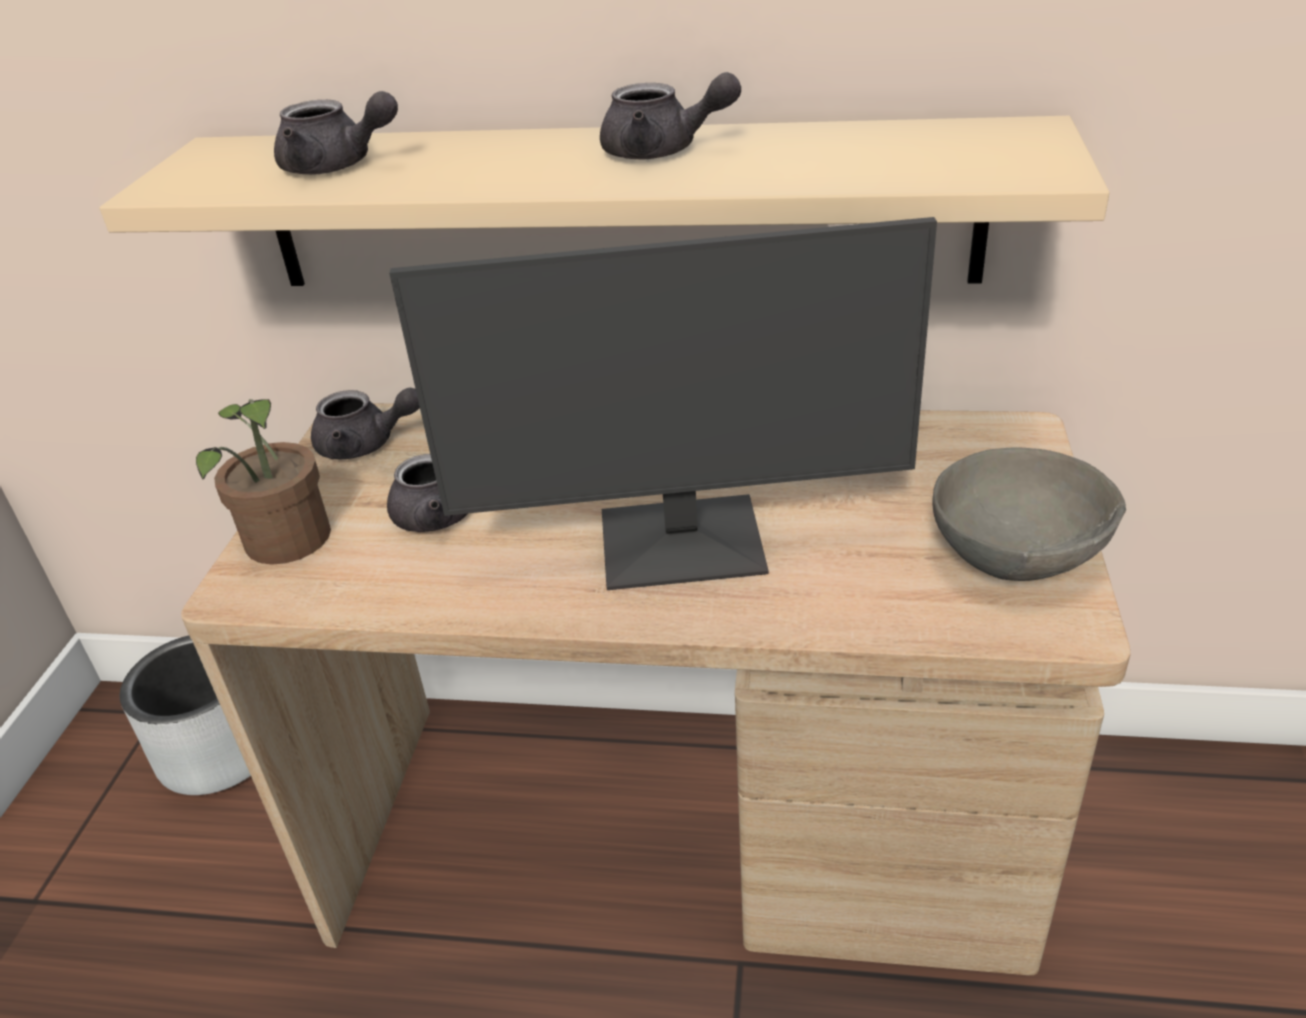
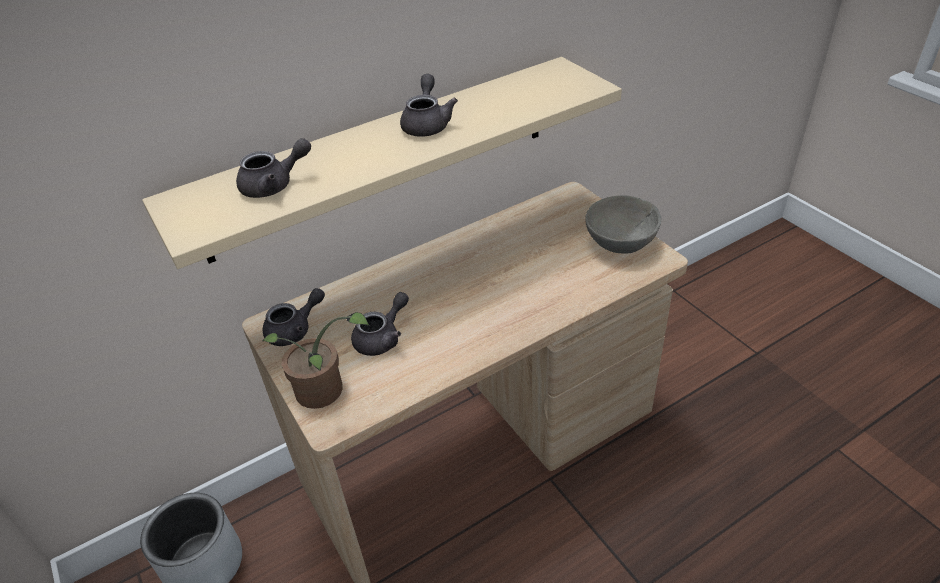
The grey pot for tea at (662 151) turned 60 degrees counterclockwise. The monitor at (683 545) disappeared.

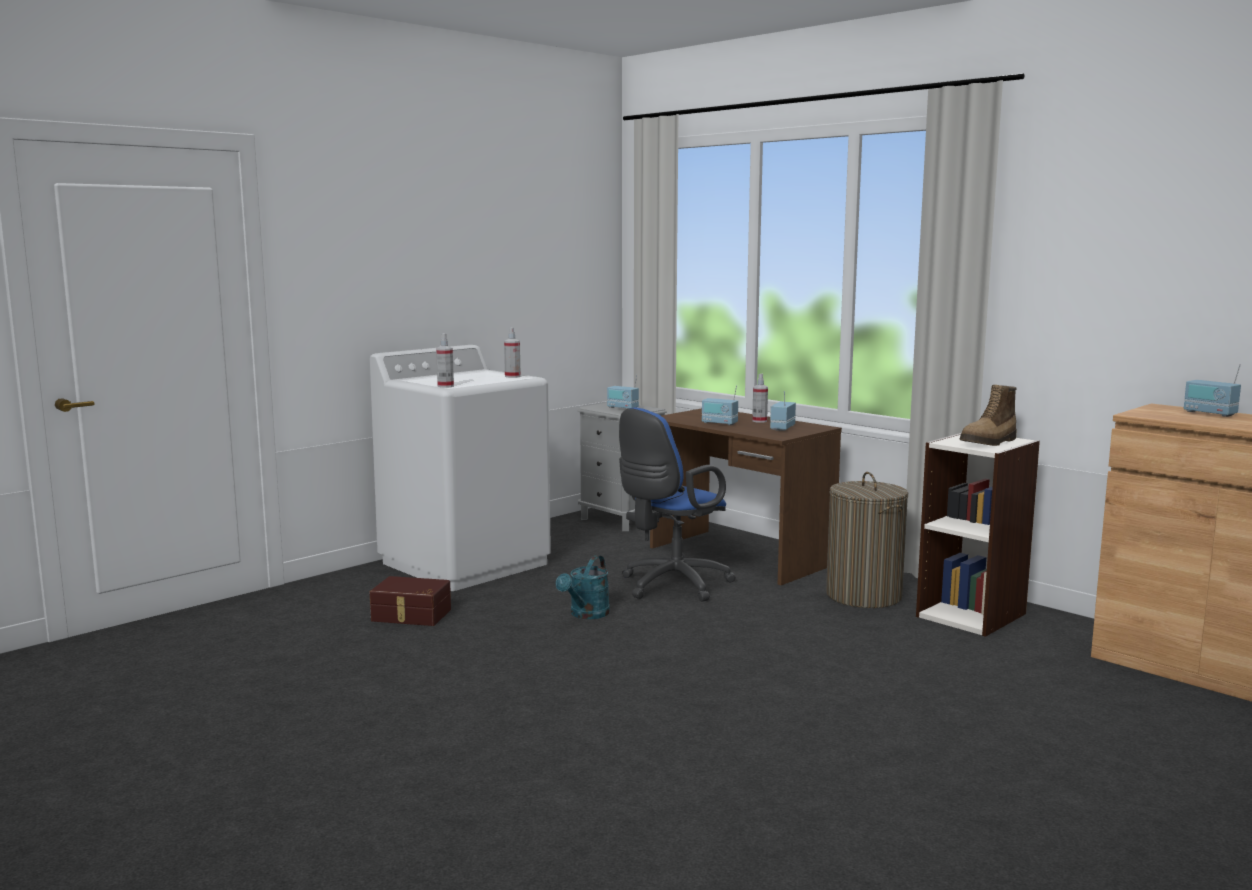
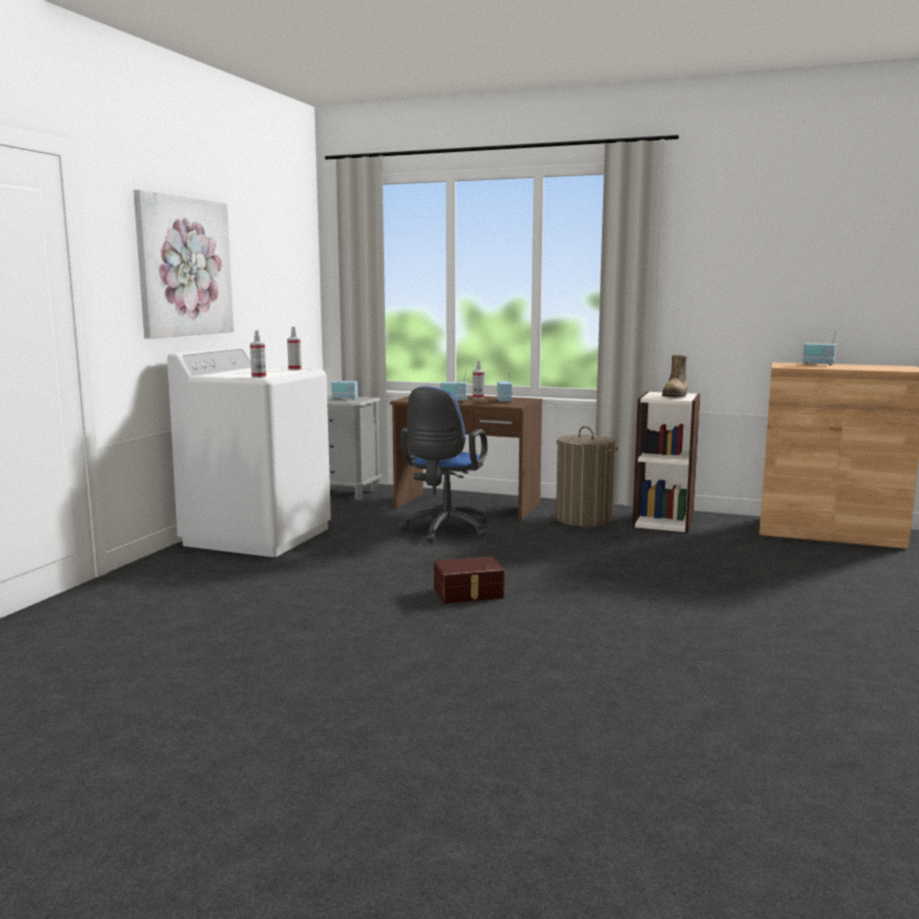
The blue-green watering pot at (586 615) disappeared. The brown-coloured storage box moved from (411 615) to (469 593). The wall art at (184 267) appeared.

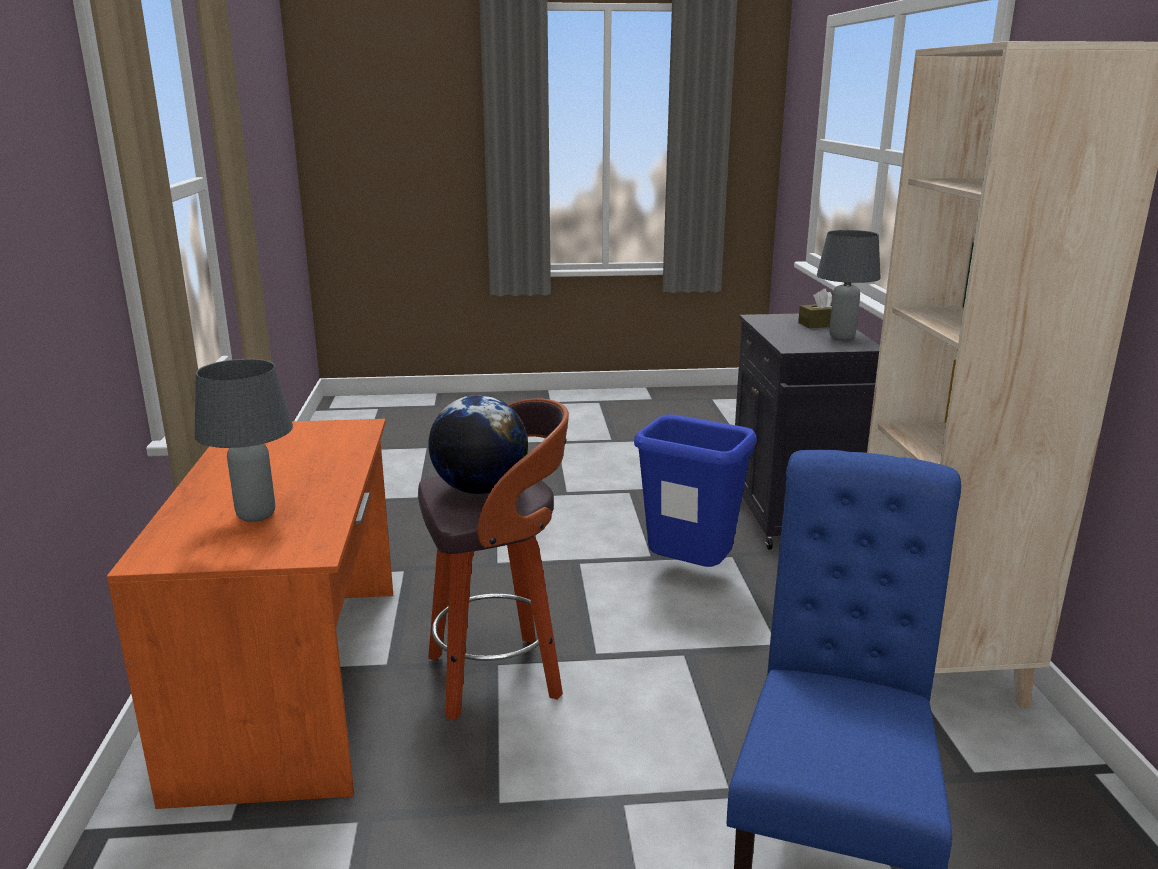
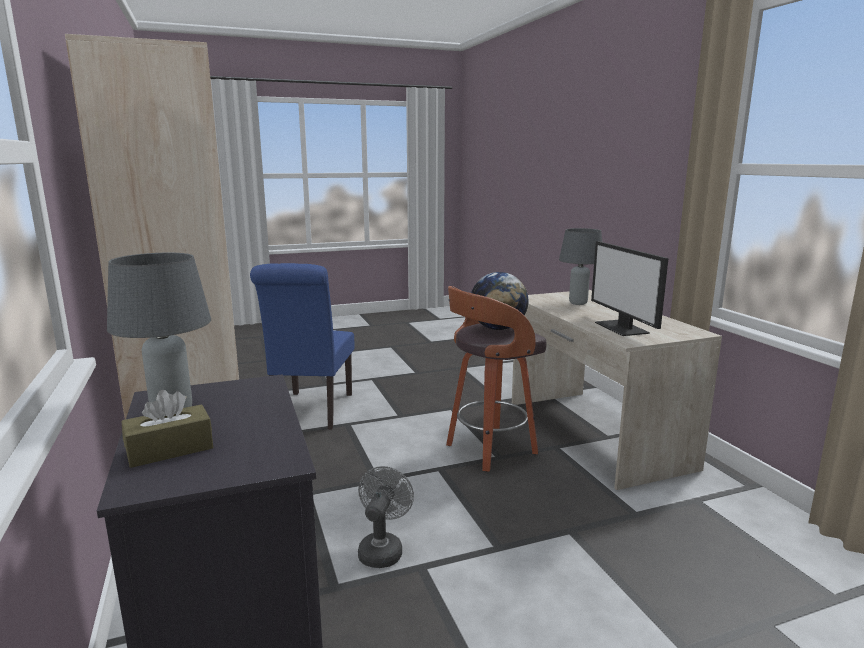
The bluish waste bin at (689 574) was replaced by the grey electric fan at (382 549). The orange-coloured desk at (298 682) became the beige-coloured desk at (594 434). The monitor at (622 328) appeared.

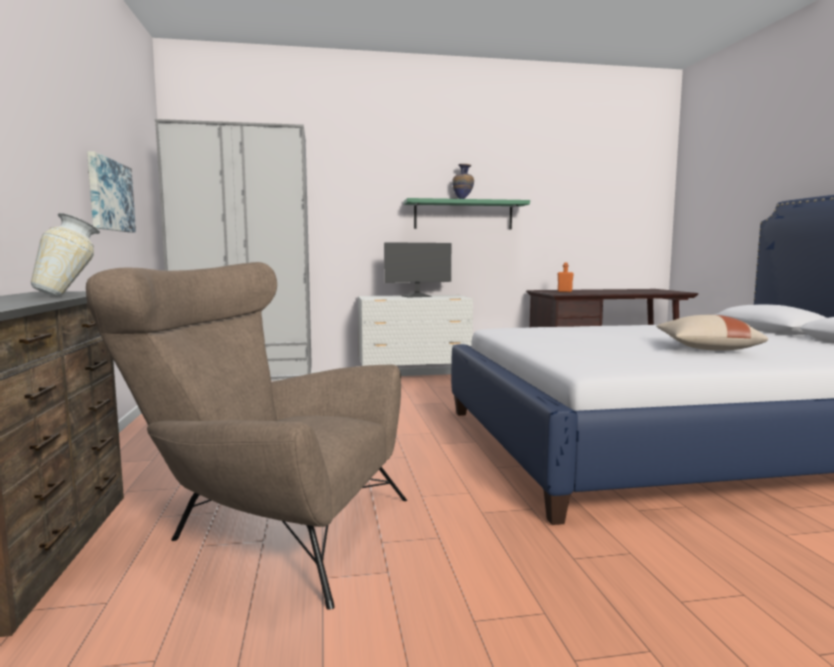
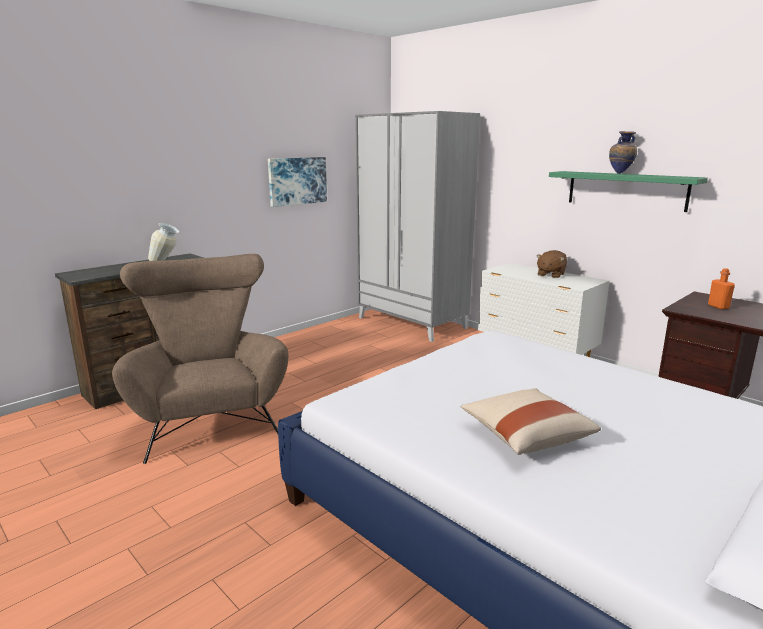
The monitor at (417 296) was replaced by the brown-coloured plush toy at (550 275).

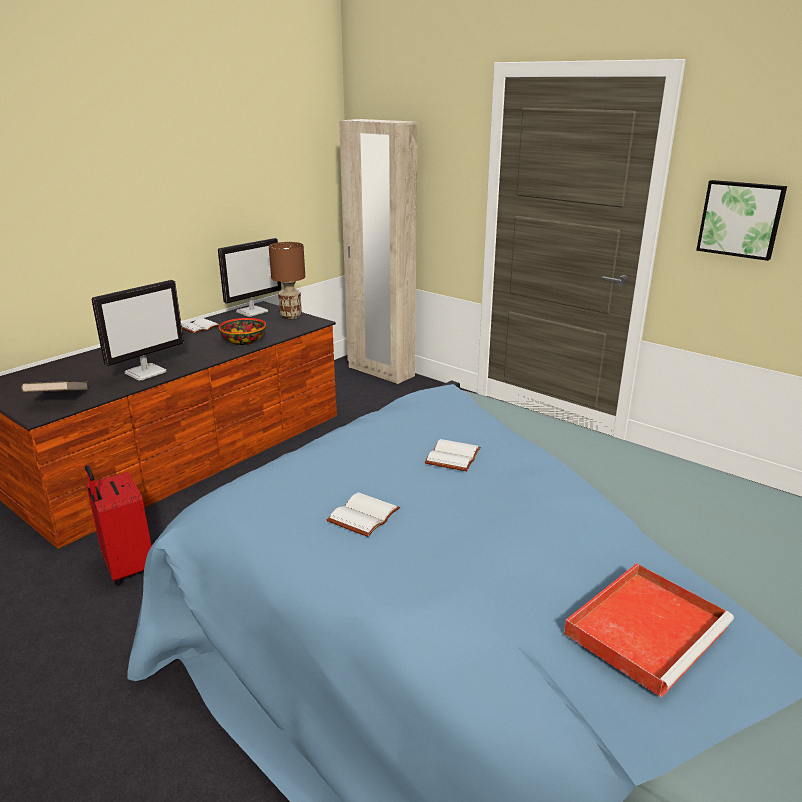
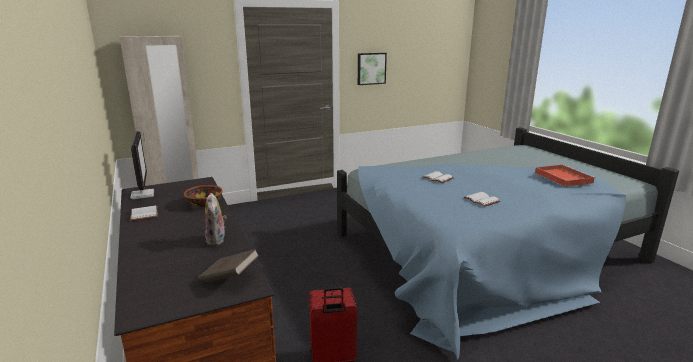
The brown-coloured lamp for a table at (291 316) disappeared. The monitor at (146 372) was replaced by the plush toy at (217 240).

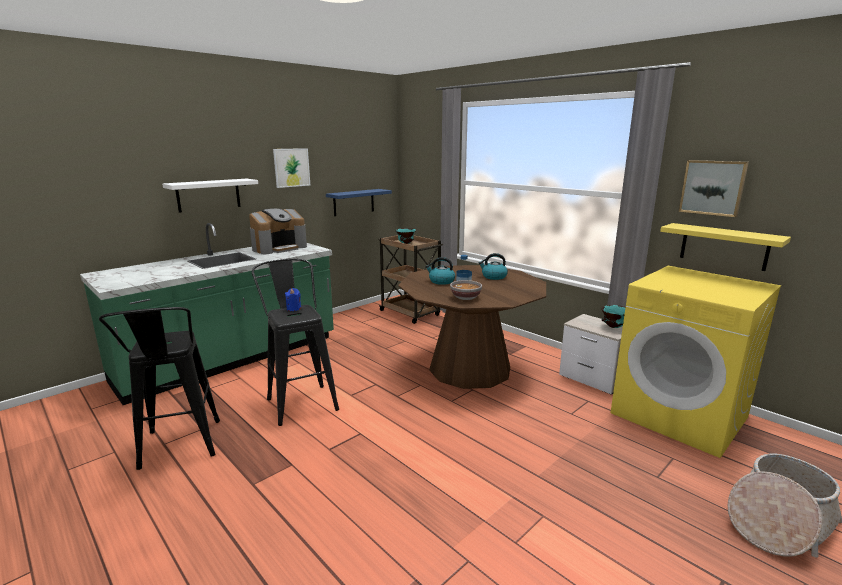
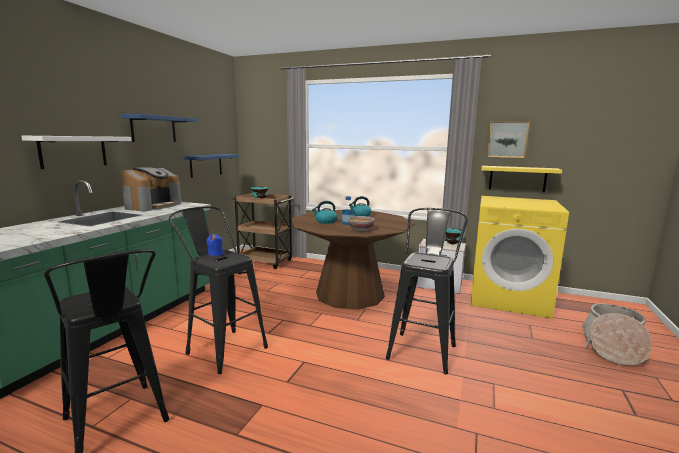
The wall art at (291 167) was replaced by the bluish shelf at (153 129). The blackish sitting stool at (423 348) appeared.

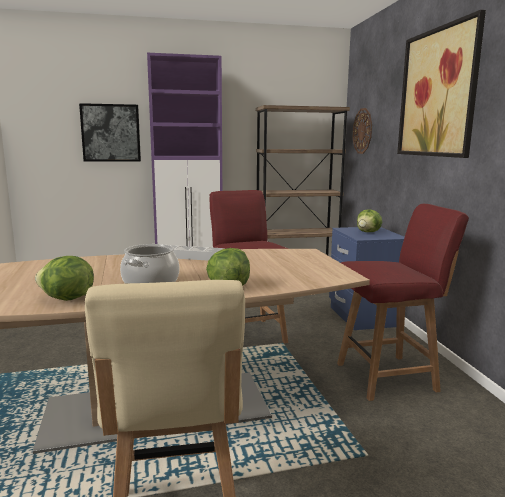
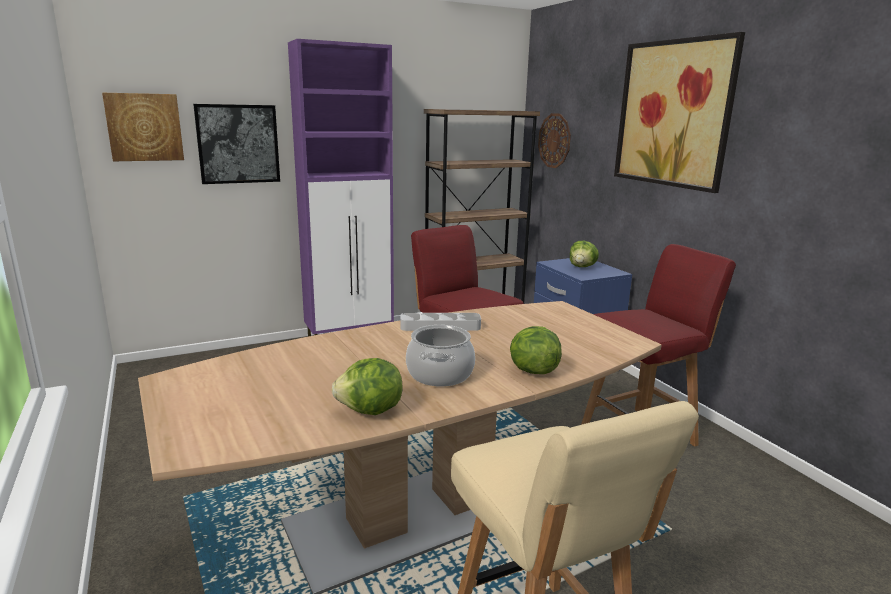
The wall art at (144 127) appeared.

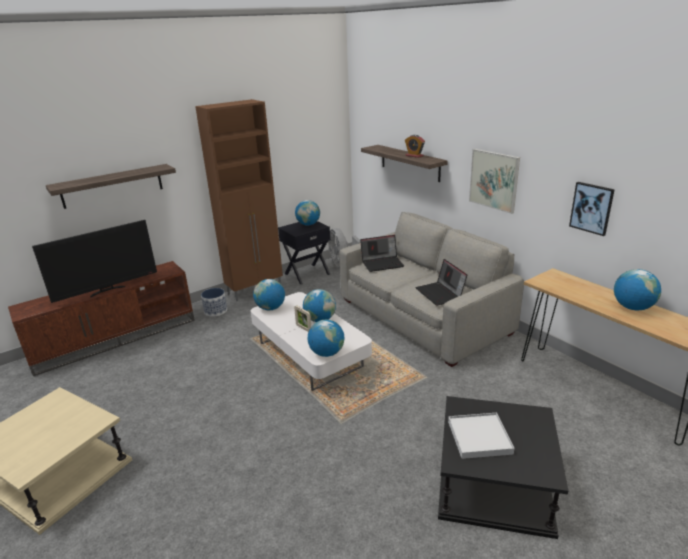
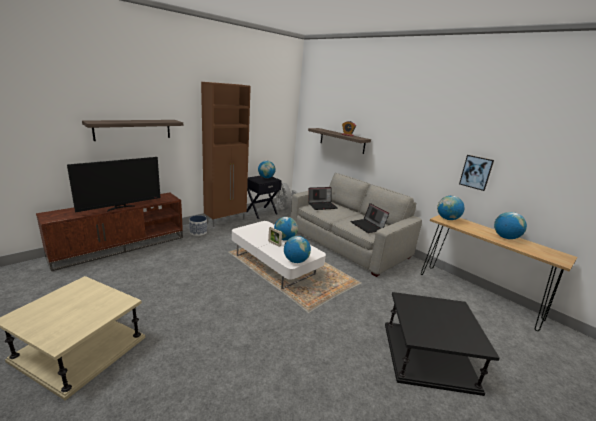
The wall art at (494 180) disappeared. The desk globe moved from (270 308) to (447 219). The white-coloured tray at (479 437) disappeared.

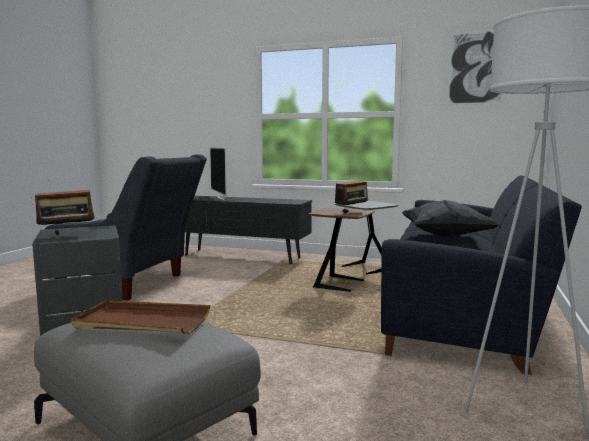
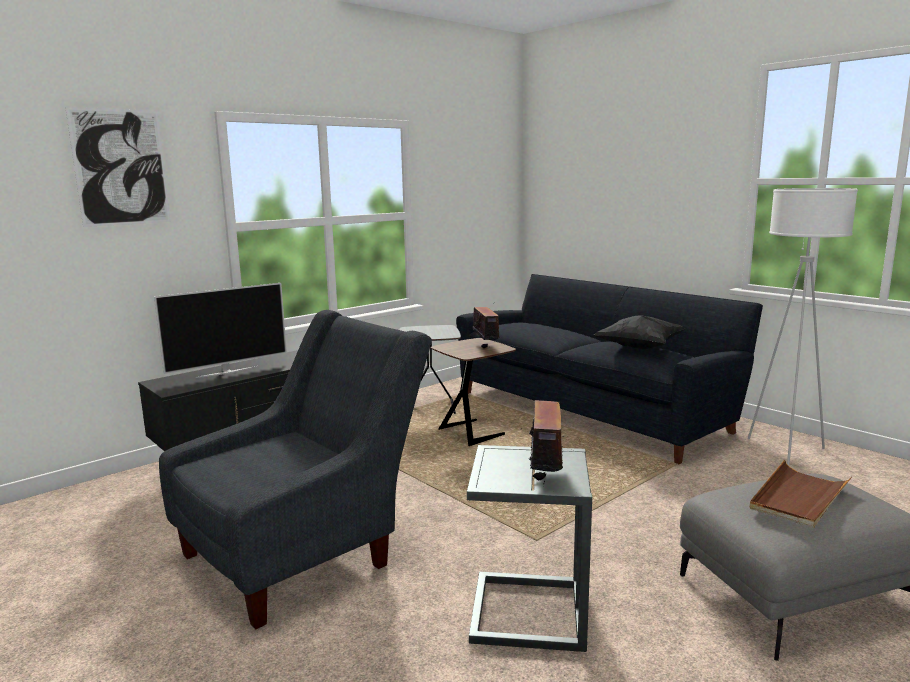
The wall art moved from (476 67) to (121 167). The television at (221 198) turned 45 degrees counterclockwise.

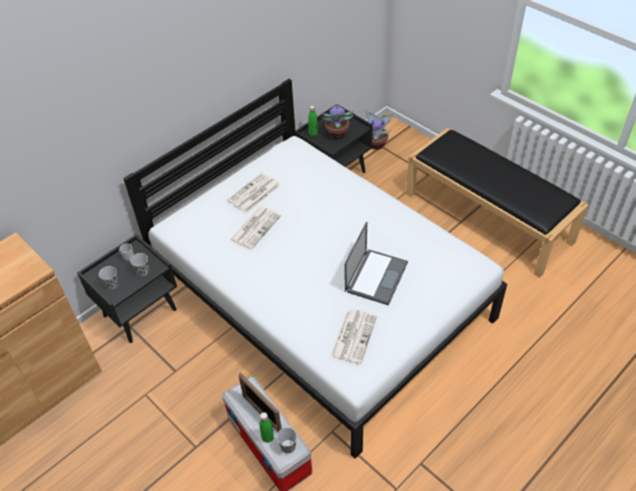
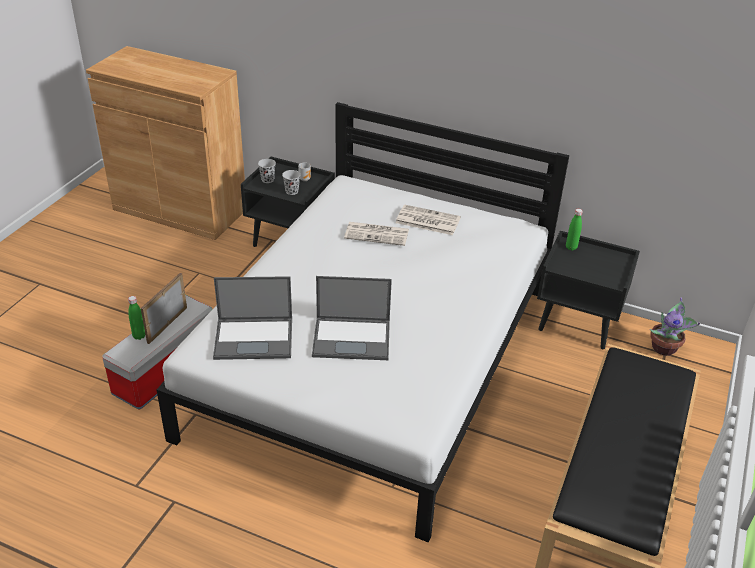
The plant in a pot at (337 135) disappeared. The printed paper at (353 335) was replaced by the laptop at (255 338). The blackish cup at (288 447) disappeared.

